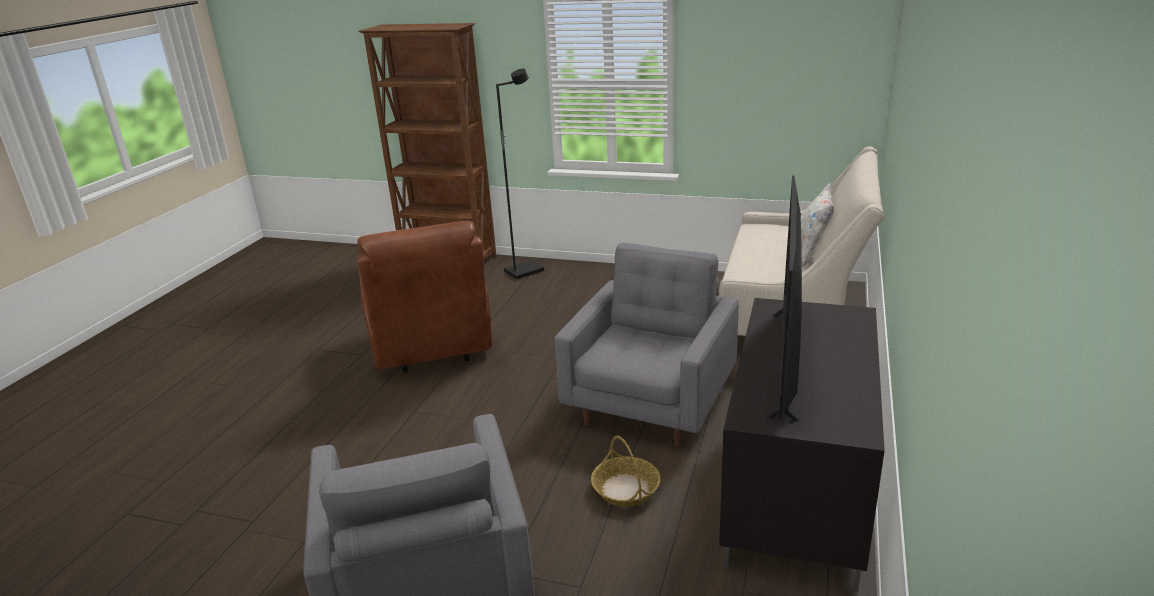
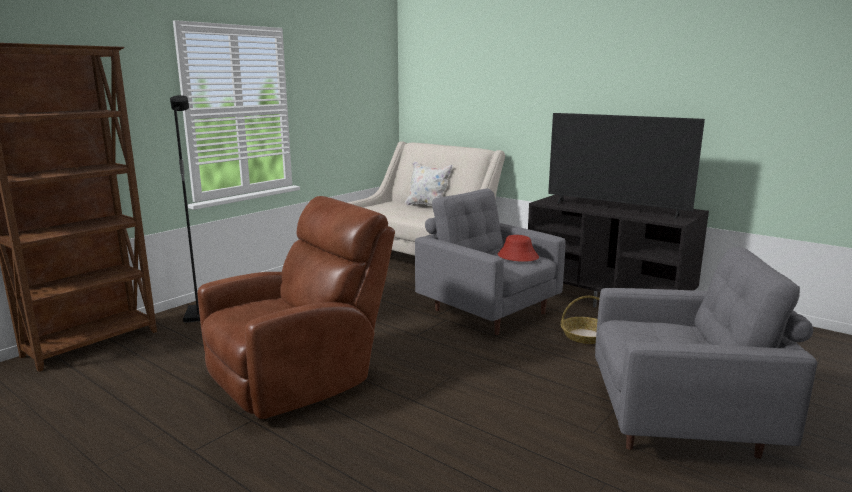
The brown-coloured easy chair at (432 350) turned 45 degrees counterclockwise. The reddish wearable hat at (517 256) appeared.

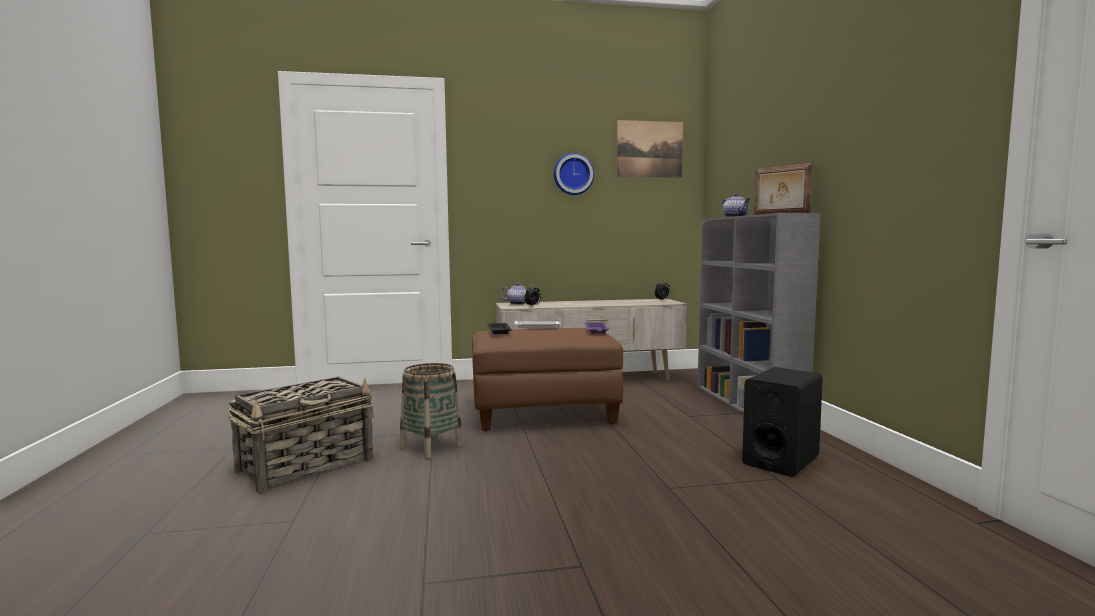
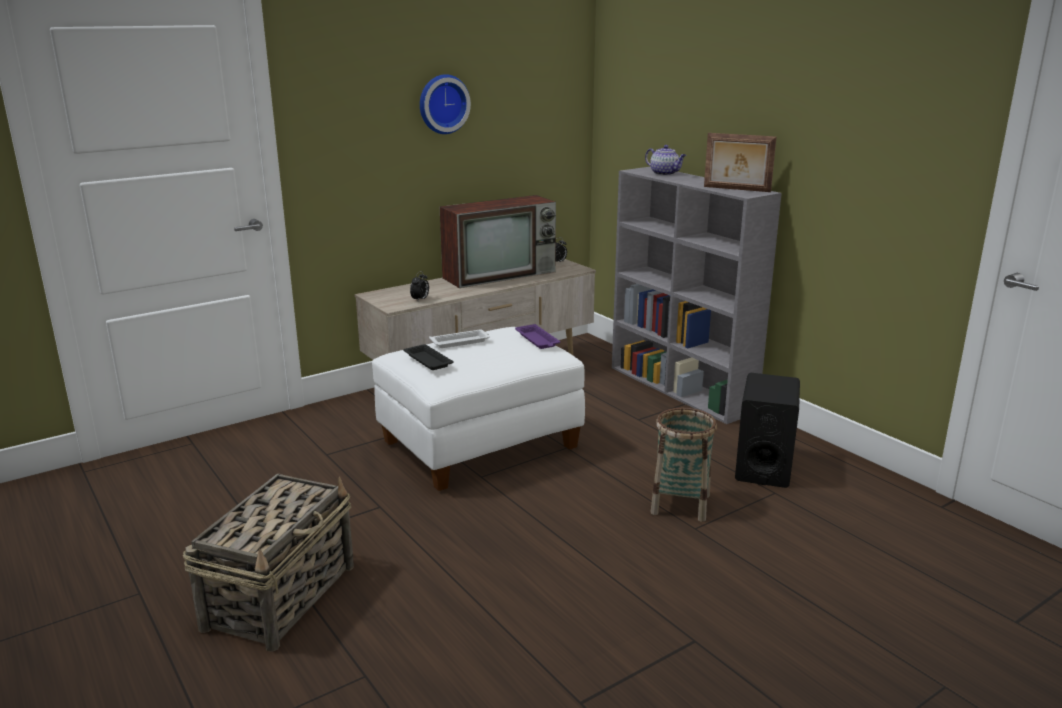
The wall art at (649 149) disappeared. The pot for tea at (518 304) disappeared. The brown-coloured ottoman at (543 413) became the white-coloured ottoman at (480 446). The basket moved from (431 447) to (680 504). The television at (501 274) appeared.

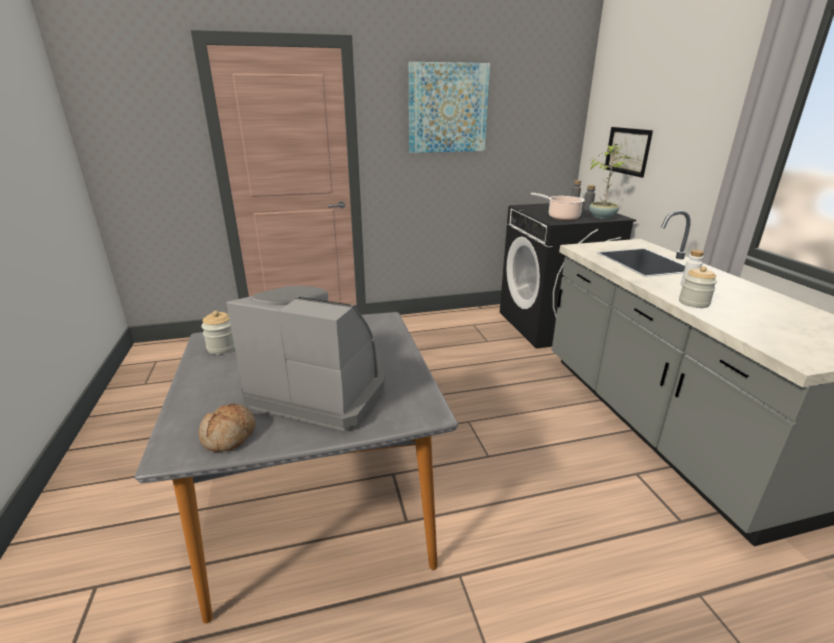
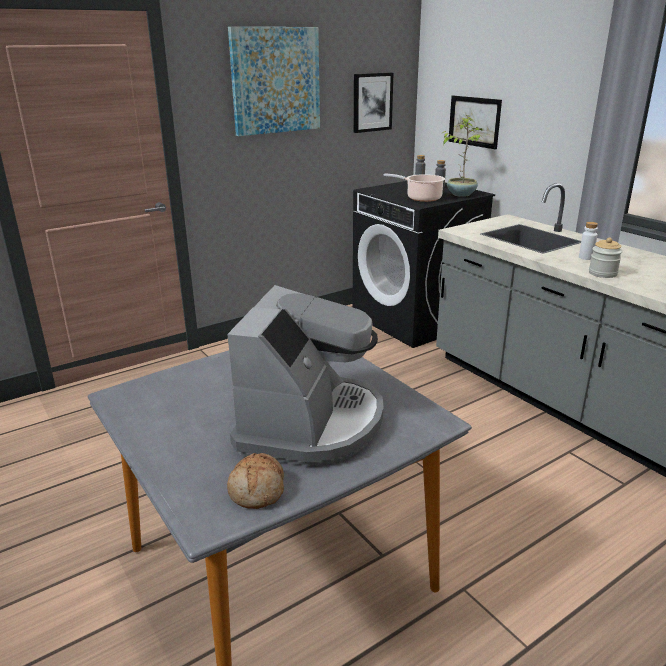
The coffee maker at (321 390) turned 105 degrees clockwise. The storage jar at (222 347) disappeared. The wall art at (372 102) appeared.

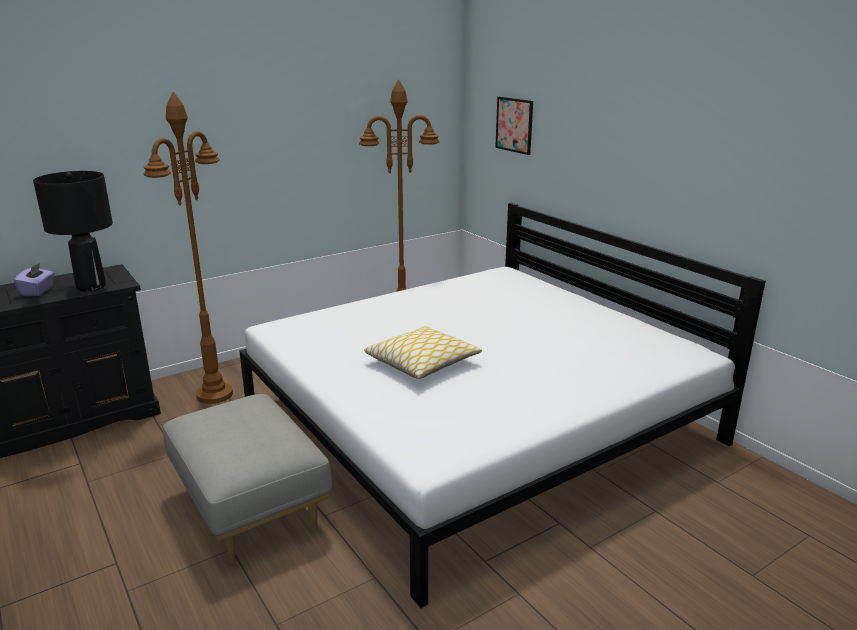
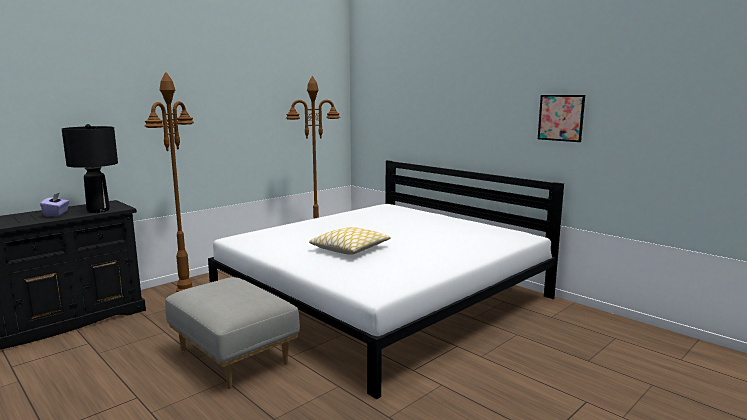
The wall art moved from (514 125) to (561 118).

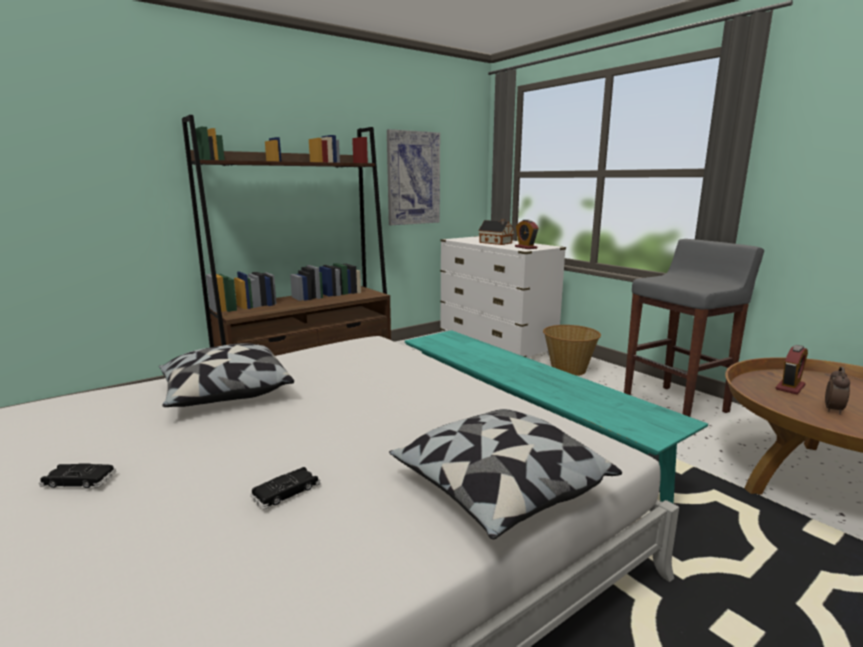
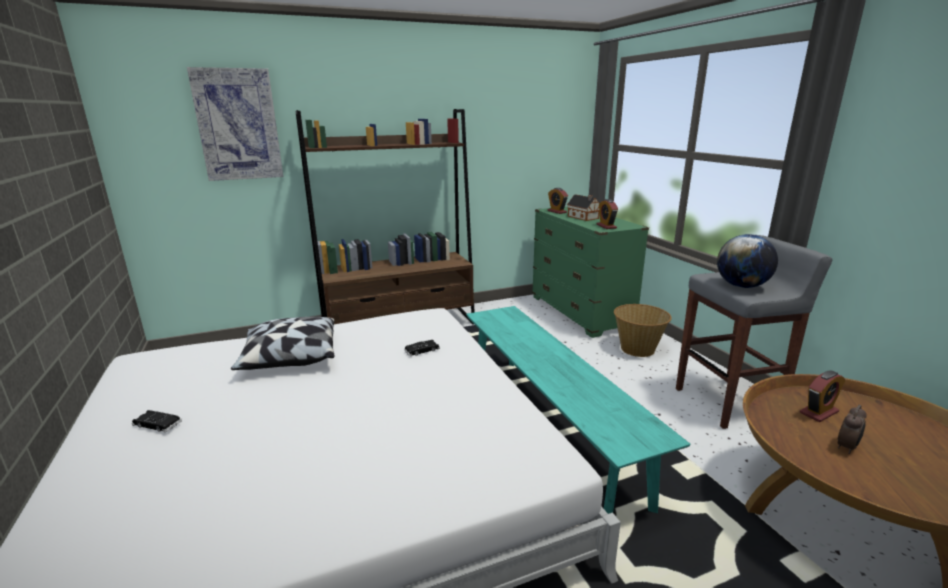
The wall art moved from (413 178) to (238 125). The white-coloured dresser at (496 344) became the greenish dresser at (580 313). The pillow at (499 490) disappeared. The blackish miniature car moved from (286 492) to (422 350). The alarm clock at (557 211) appeared. The desk globe at (741 286) appeared.

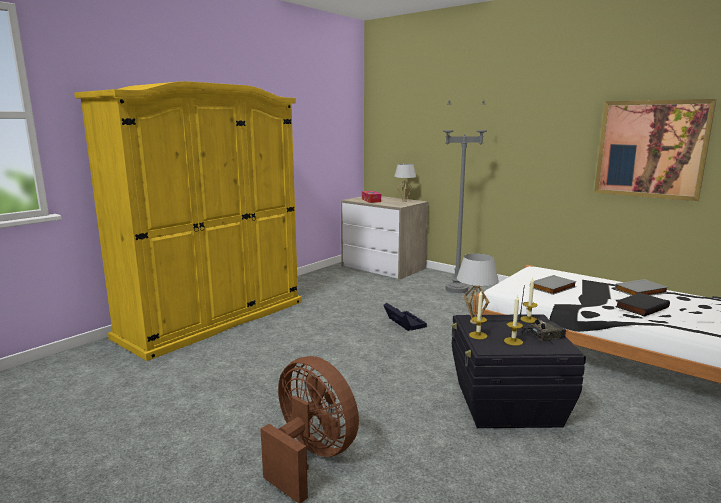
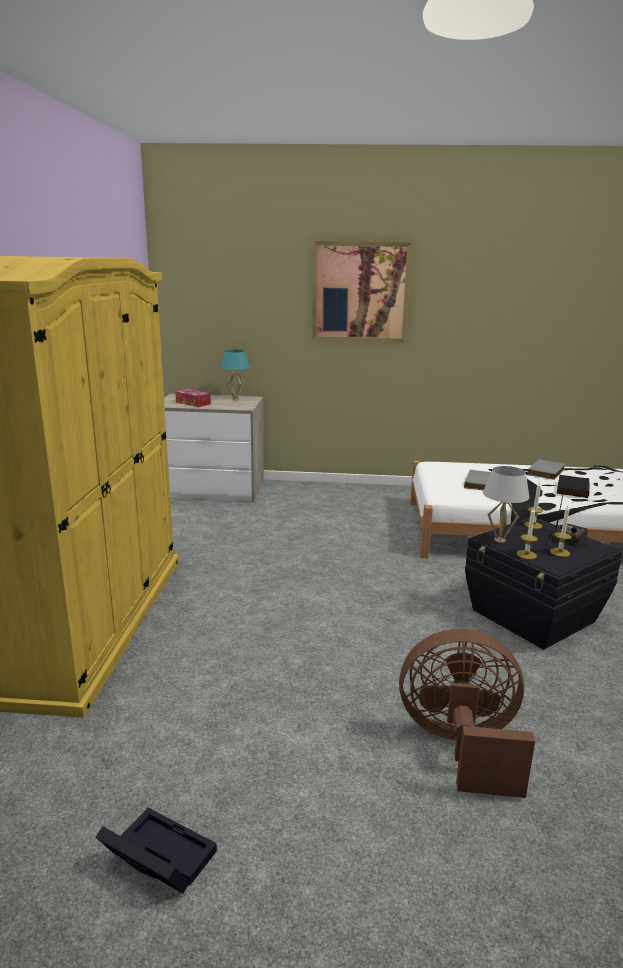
The grey standing lamp at (456 289) disappeared. The wall art moved from (651 149) to (360 292). The white-coloured lamp for a table at (404 201) became the blue-green lamp for a table at (235 399). The blackish storage box moved from (403 322) to (156 858).

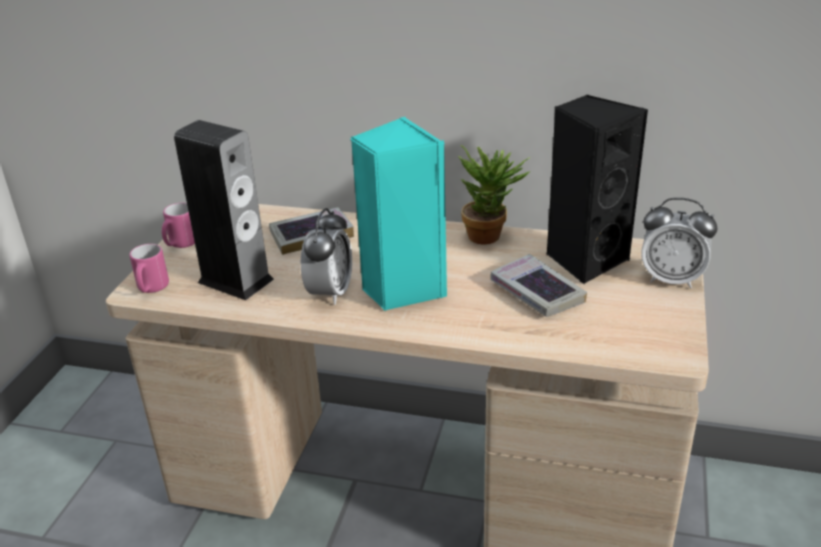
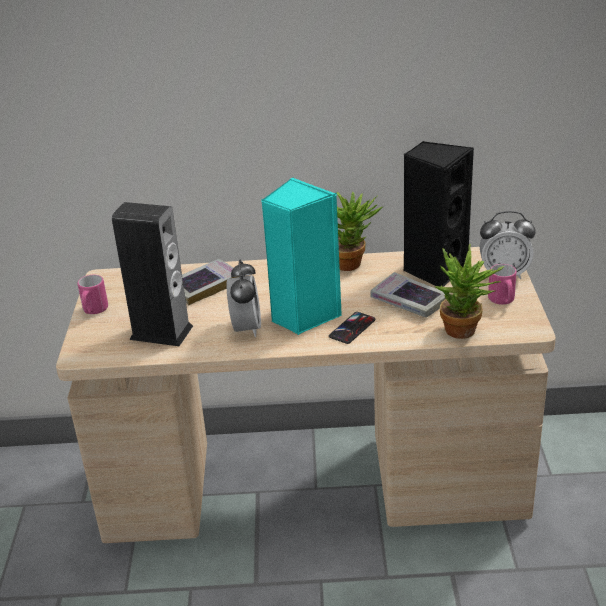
The pinkish mug moved from (151 289) to (503 301). The plant in a pot at (465 333) appeared. The phone at (352 328) appeared.

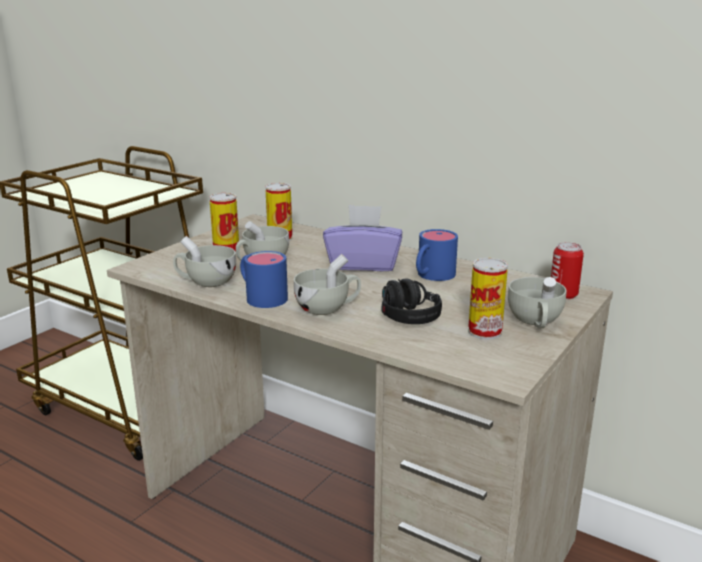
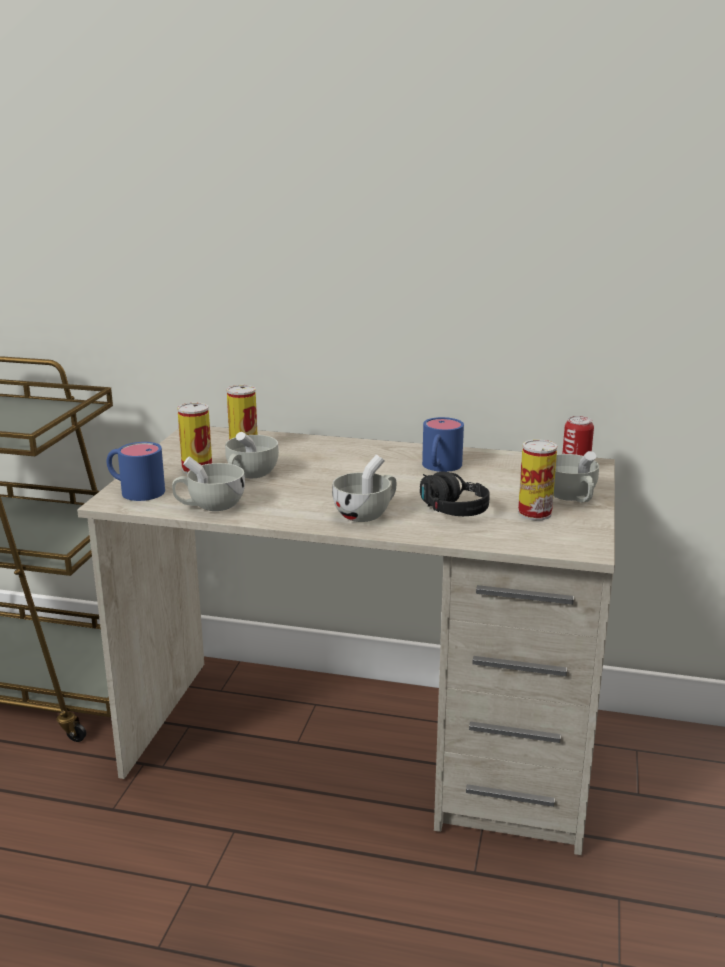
The purple tissue holder at (363 264) disappeared. The bluish mug moved from (261 296) to (135 490).

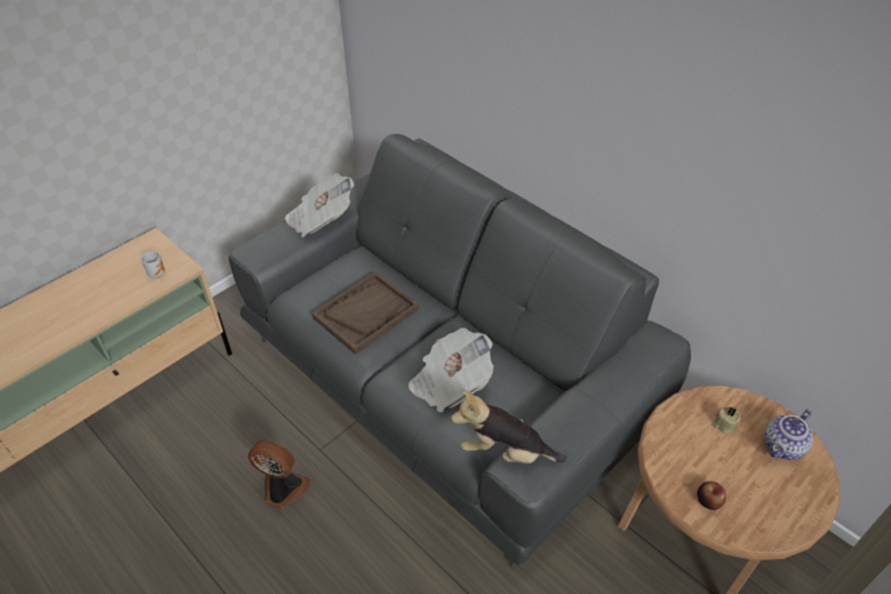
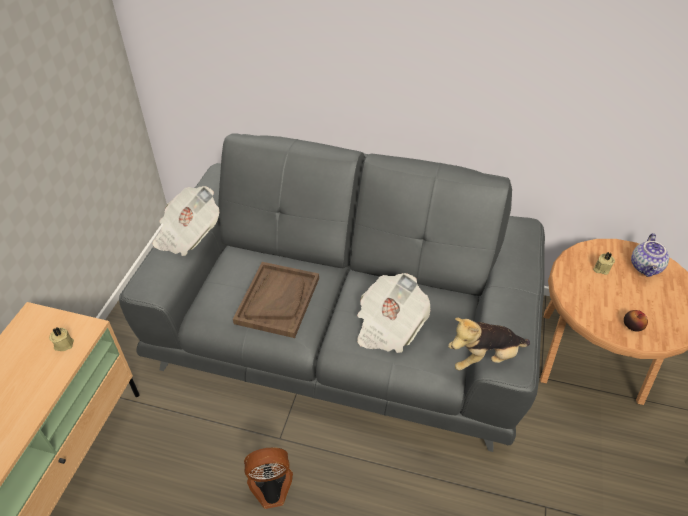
The mug at (157 273) was replaced by the beige-coloured wax light at (63 343).

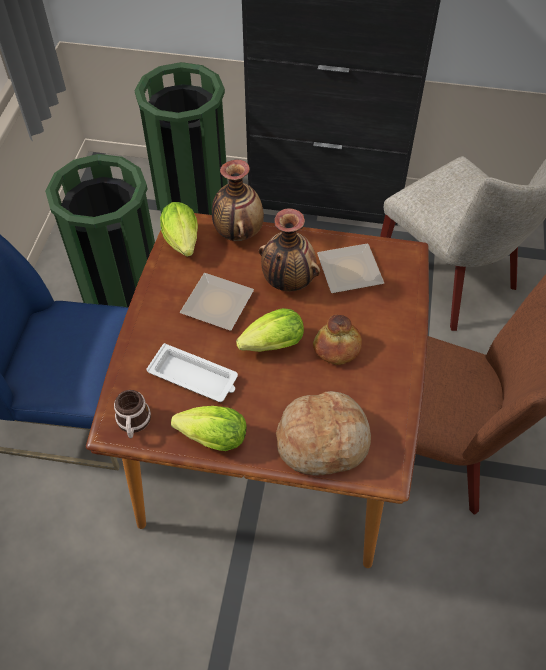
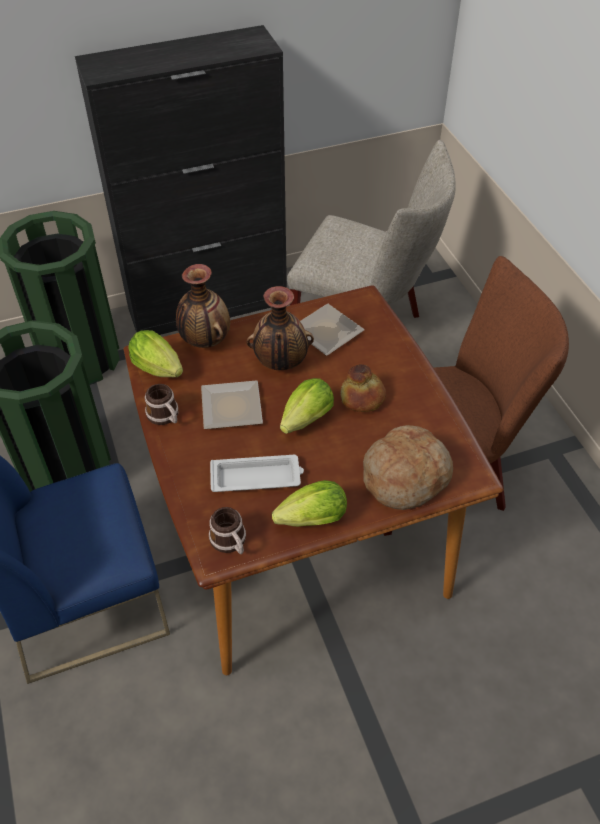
The mug at (165 416) appeared.

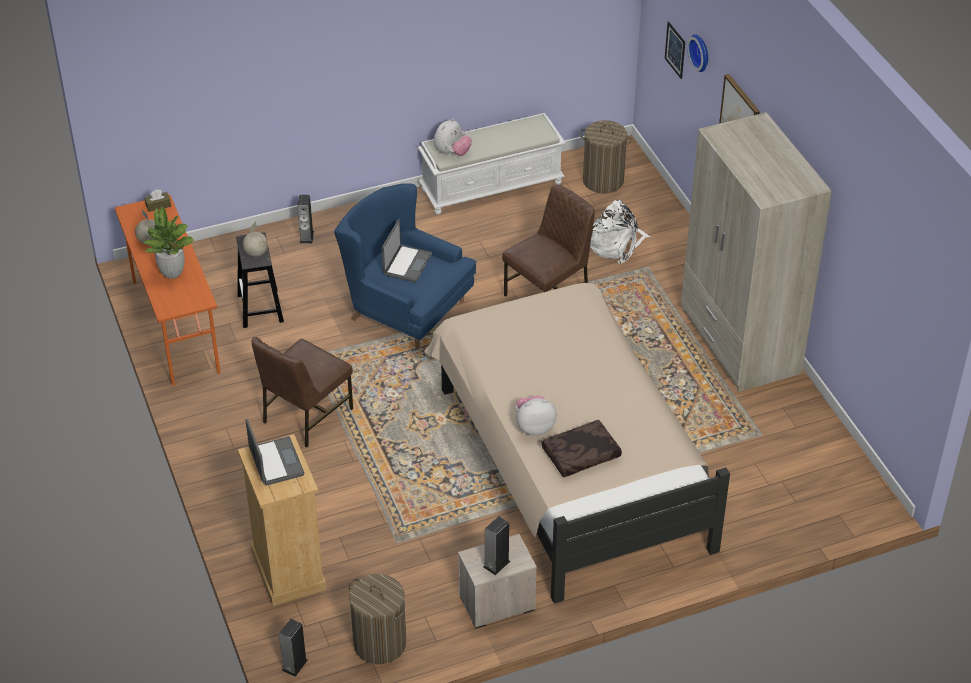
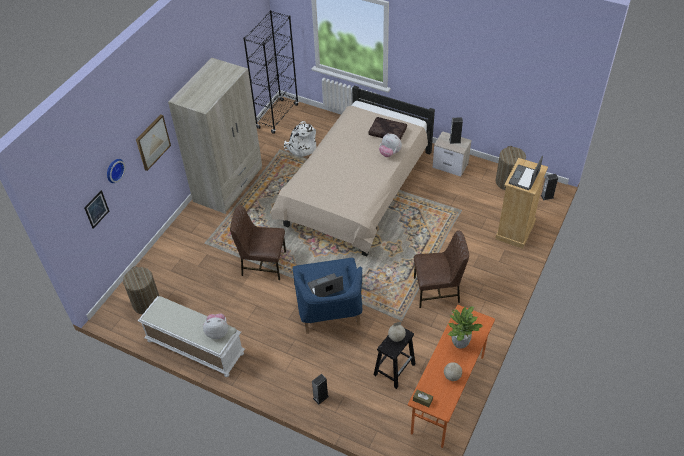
The white-coloured knapsack moved from (616 244) to (301 148). The blackish bookcase at (277 116) appeared.

